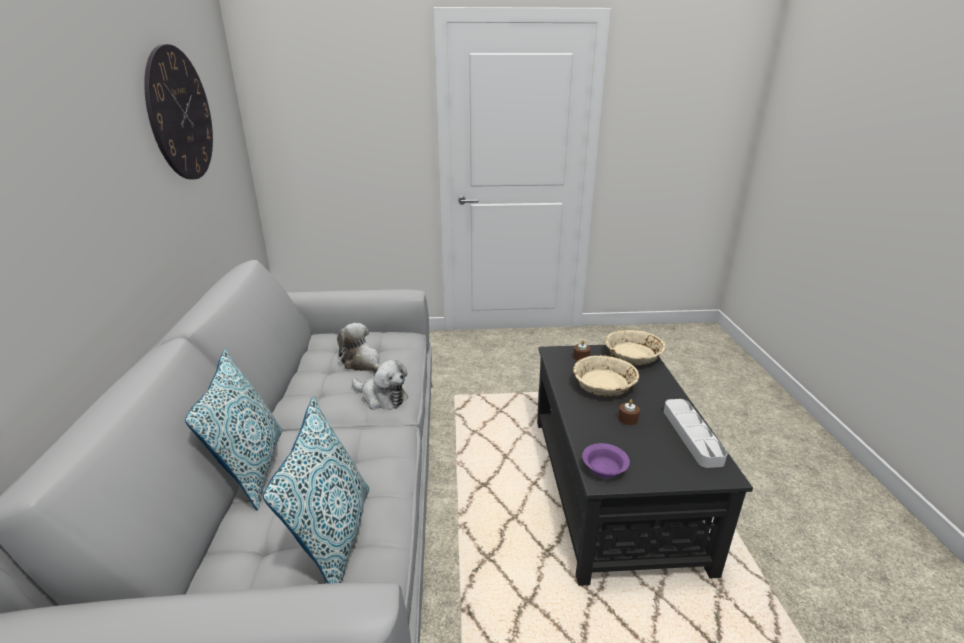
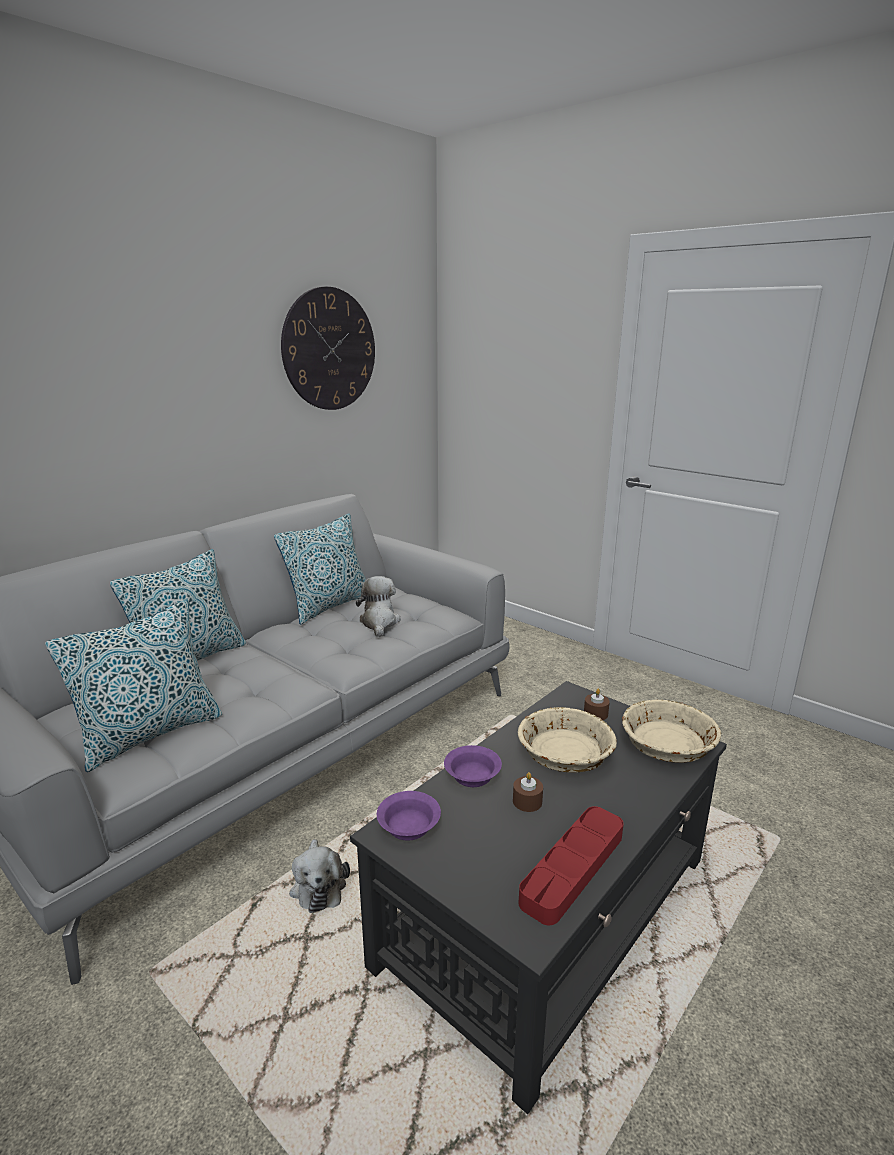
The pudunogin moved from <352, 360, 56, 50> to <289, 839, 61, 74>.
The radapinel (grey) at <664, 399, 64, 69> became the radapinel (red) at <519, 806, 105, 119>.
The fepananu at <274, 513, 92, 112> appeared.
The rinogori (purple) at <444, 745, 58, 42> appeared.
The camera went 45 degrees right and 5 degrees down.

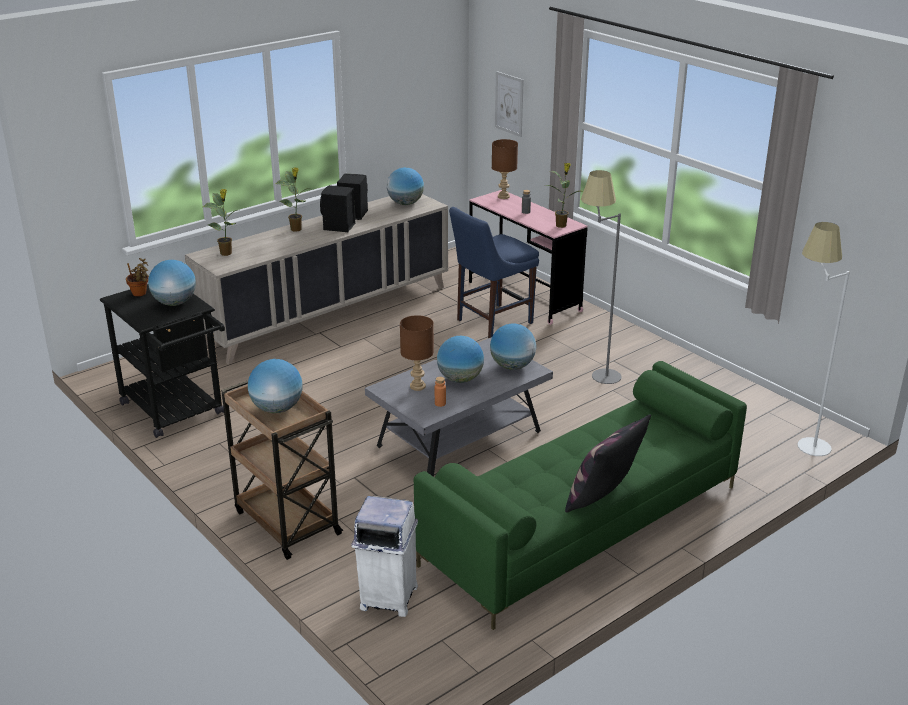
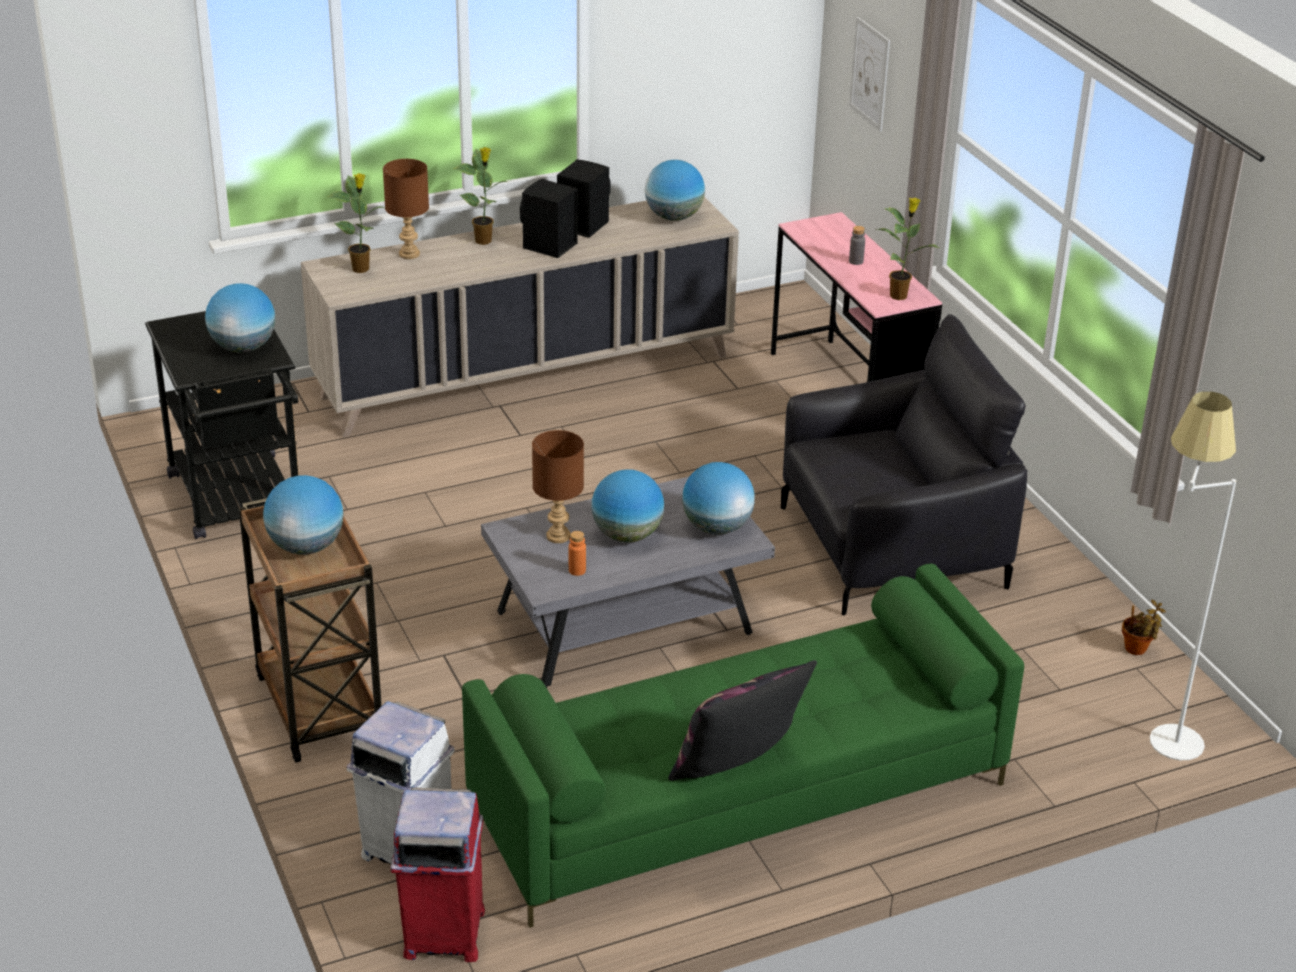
The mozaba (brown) moved from <492, 139, 26, 60> to <383, 159, 46, 100>.
The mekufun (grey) at <581, 170, 41, 214> was replaced by the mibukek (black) at <781, 314, 246, 302>.
The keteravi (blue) at <449, 207, 90, 131> disappeared.
The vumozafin moved from <126, 258, 23, 38> to <1122, 600, 44, 55>.
The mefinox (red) at <391, 787, 94, 175> appeared.
The camera went 15 degrees right and 5 degrees up.

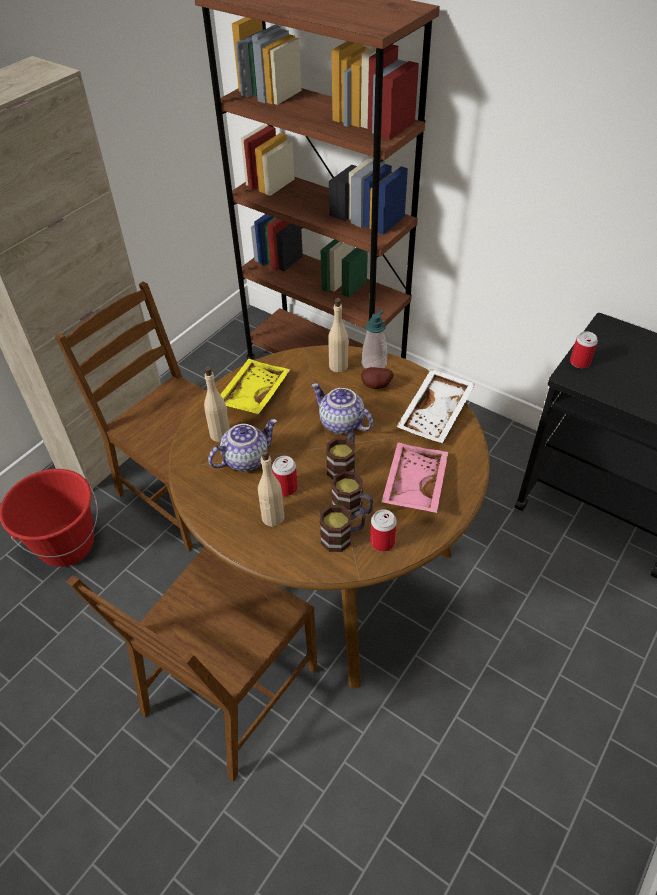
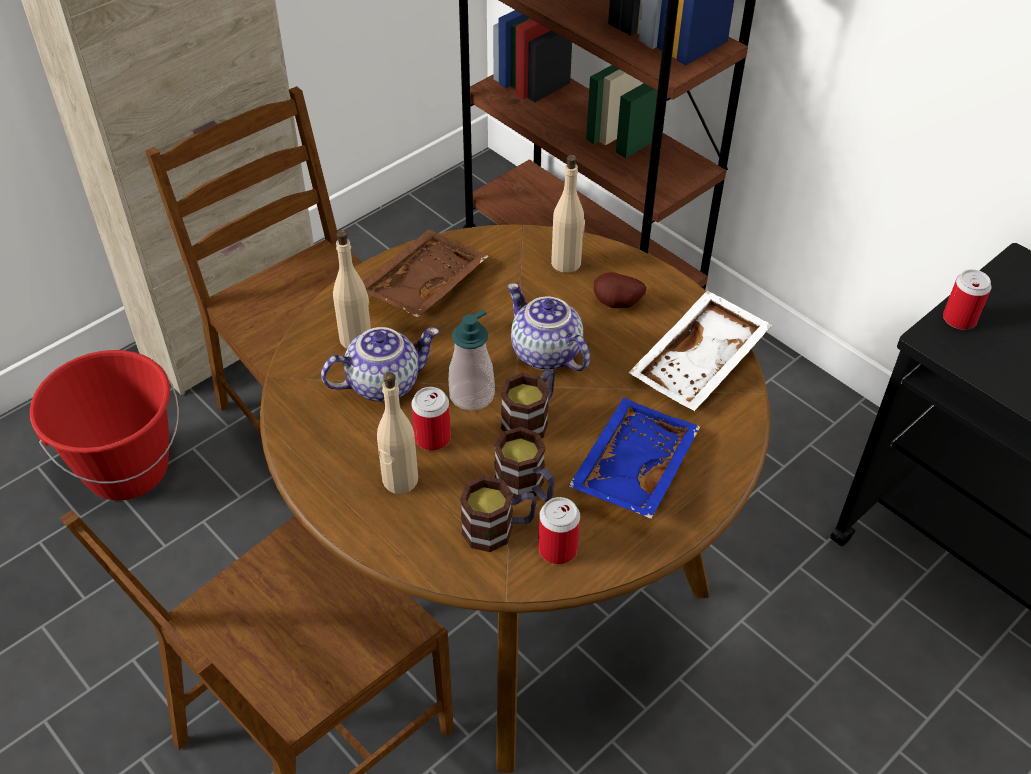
The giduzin moved from <362, 310, 25, 59> to <449, 310, 46, 101>.
The radapinel (yellow) at <220, 359, 70, 55> became the radapinel (brown) at <363, 229, 126, 88>.
The radapinel (pink) at <381, 442, 67, 71> became the radapinel (blue) at <568, 397, 132, 122>.
The camera went 10 degrees right and 0 degrees up.

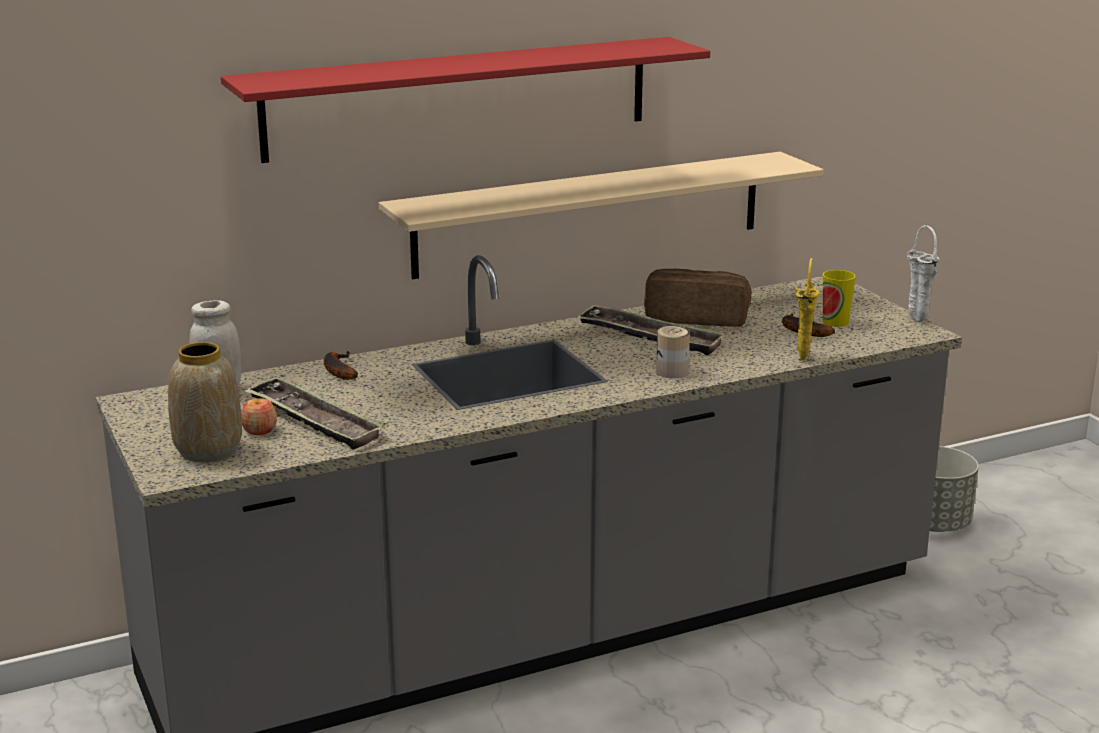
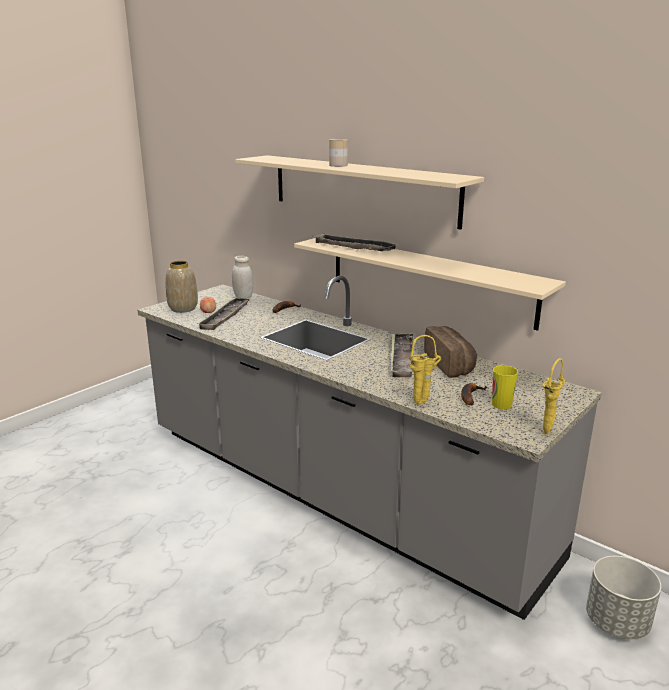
The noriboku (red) at <221, 37, 489, 126> became the noriboku (beige) at <235, 155, 249, 74>.
The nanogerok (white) at <907, 225, 33, 98> became the nanogerok (yellow) at <542, 358, 23, 76>.
The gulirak moved from <656, 326, 34, 52> to <329, 139, 19, 28>.
The radapinel at <312, 234, 86, 17> appeared.
The camera went 65 degrees right and 0 degrees up.

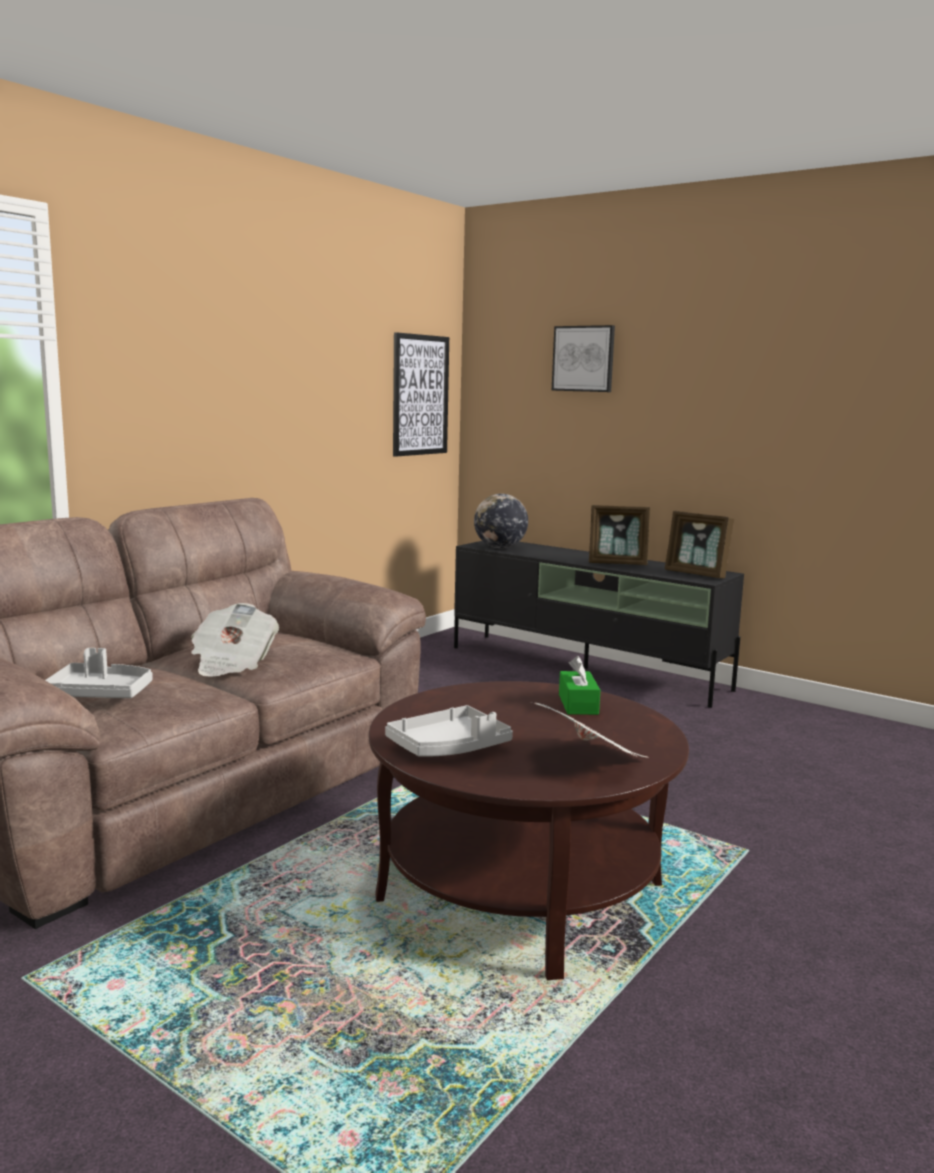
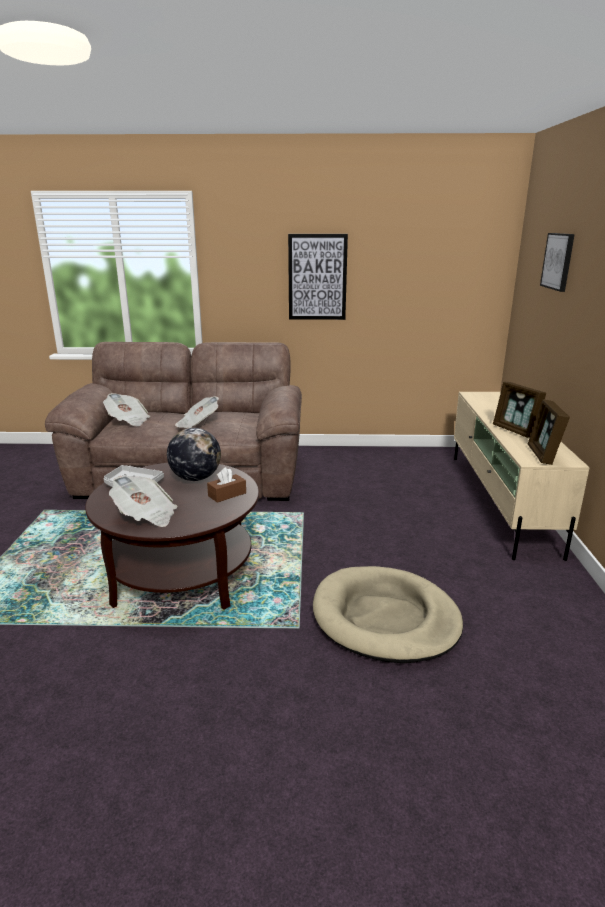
The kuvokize moved from <393, 332, 56, 125> to <288, 234, 60, 86>.
The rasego moved from <474, 494, 54, 54> to <167, 428, 54, 53>.
The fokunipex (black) at <454, 541, 290, 167> became the fokunipex (beige) at <454, 392, 136, 169>.
The radapinel (grey) at <45, 648, 107, 50> was replaced by the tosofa at <103, 393, 47, 34>.
The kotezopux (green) at <559, 656, 41, 59> became the kotezopux (brown) at <207, 467, 39, 36>.
The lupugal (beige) at <313, 566, 150, 97> appeared.
The camera went 55 degrees right and 10 degrees up.

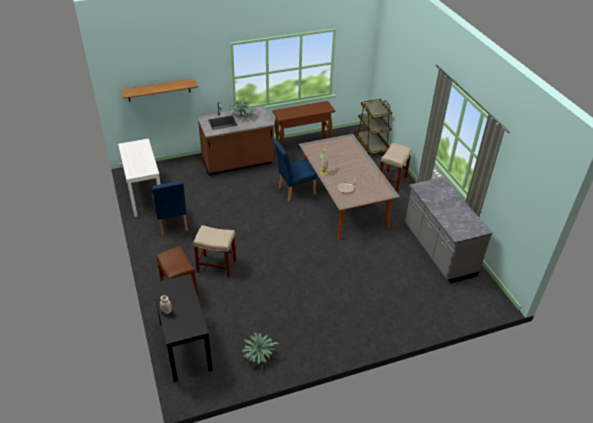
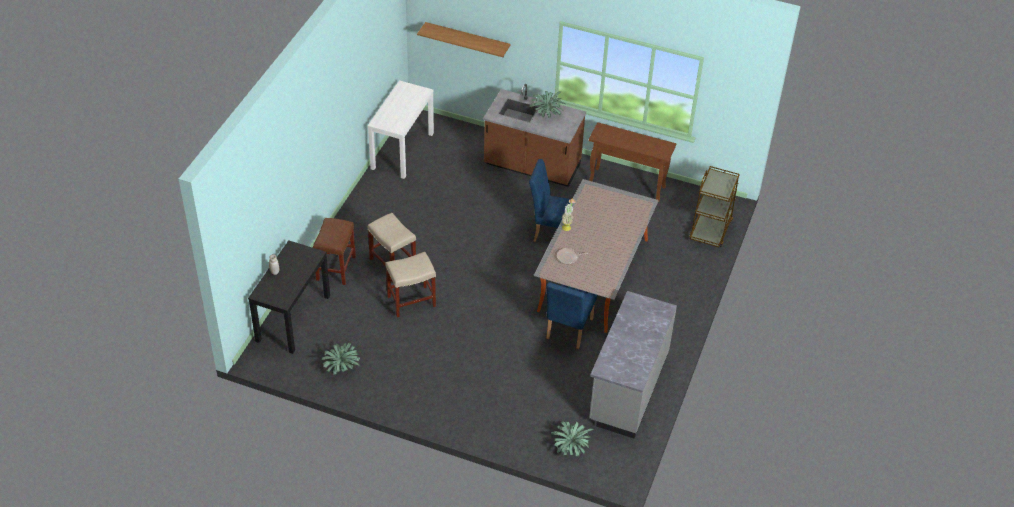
The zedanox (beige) moved from <380, 143, 32, 49> to <385, 252, 51, 65>.
The keteravi (blue) moved from <152, 181, 36, 55> to <546, 282, 51, 67>.
The vumozafin at <551, 421, 43, 36> appeared.
The camera went 40 degrees right and 5 degrees up.

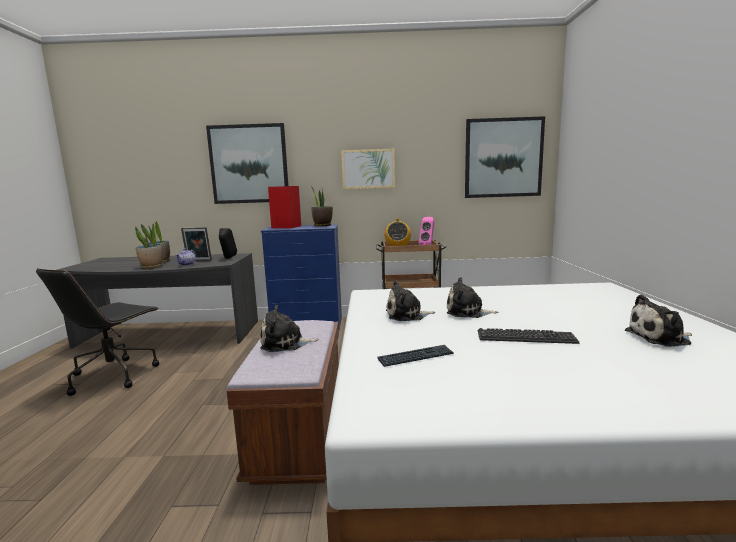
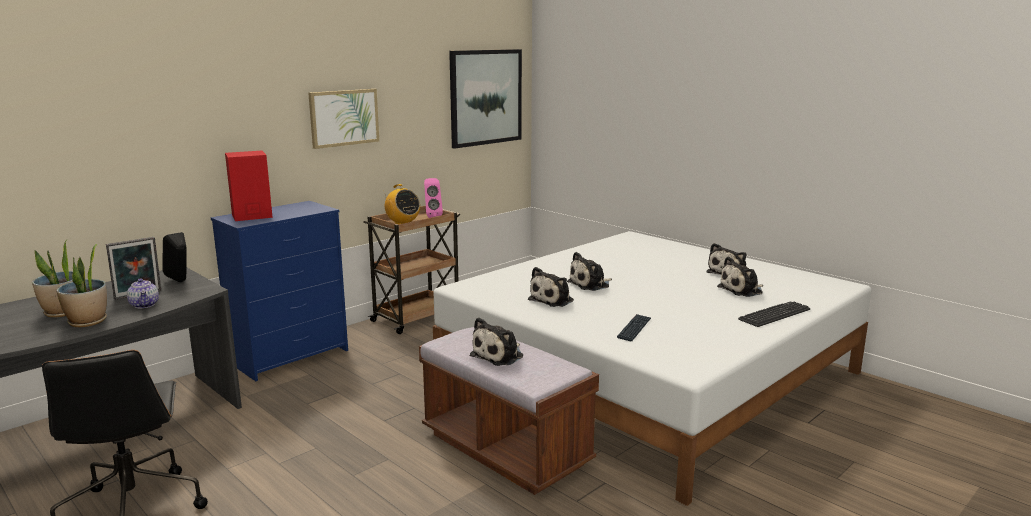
The kuvokize at <206, 123, 82, 81> disappeared.
The vumozafin at <311, 186, 22, 40> disappeared.
The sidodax moved from <478, 328, 101, 16> to <738, 302, 72, 25>.
The pudunogin at <717, 256, 46, 41> appeared.
The camera went 45 degrees left and 5 degrees up.

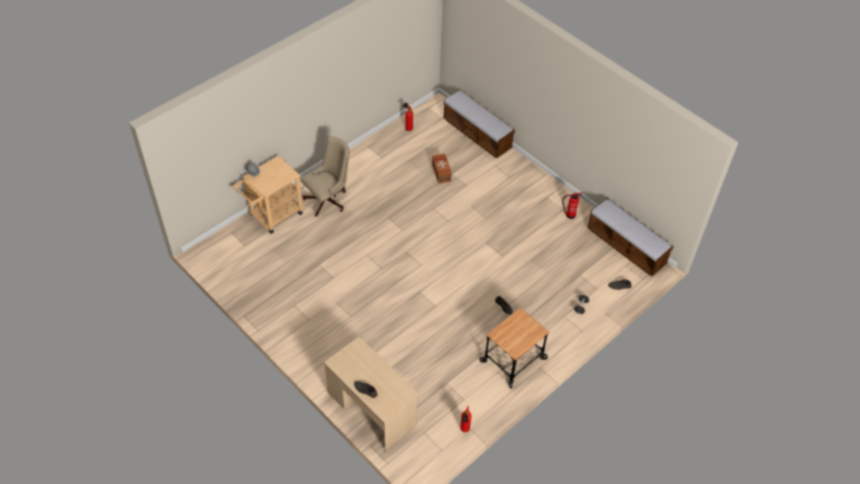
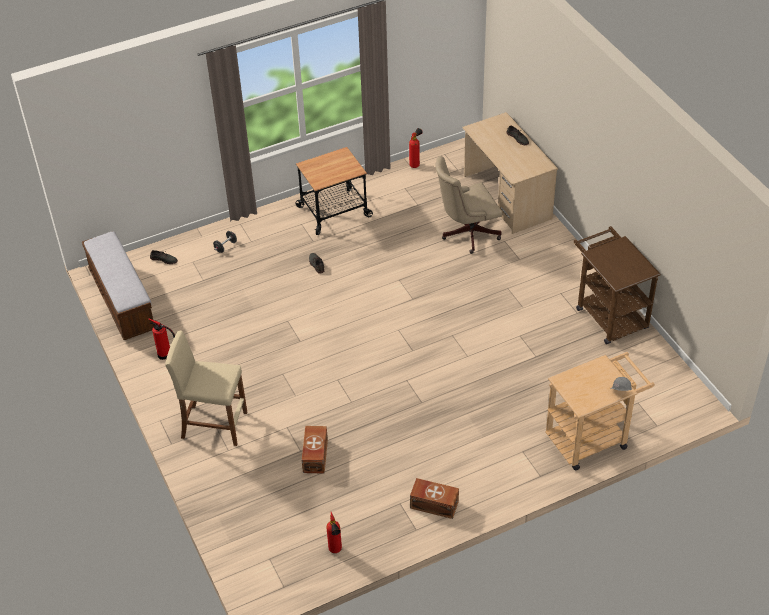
The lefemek at <443, 90, 72, 68> disappeared.
The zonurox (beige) moved from <301, 136, 49, 81> to <435, 156, 67, 98>.
The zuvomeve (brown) at <574, 226, 87, 118> appeared.
The zedanox (beige) at <165, 331, 82, 115> appeared.
The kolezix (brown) at <410, 478, 49, 41> appeared.
The camera went 160 degrees left and 5 degrees down.

